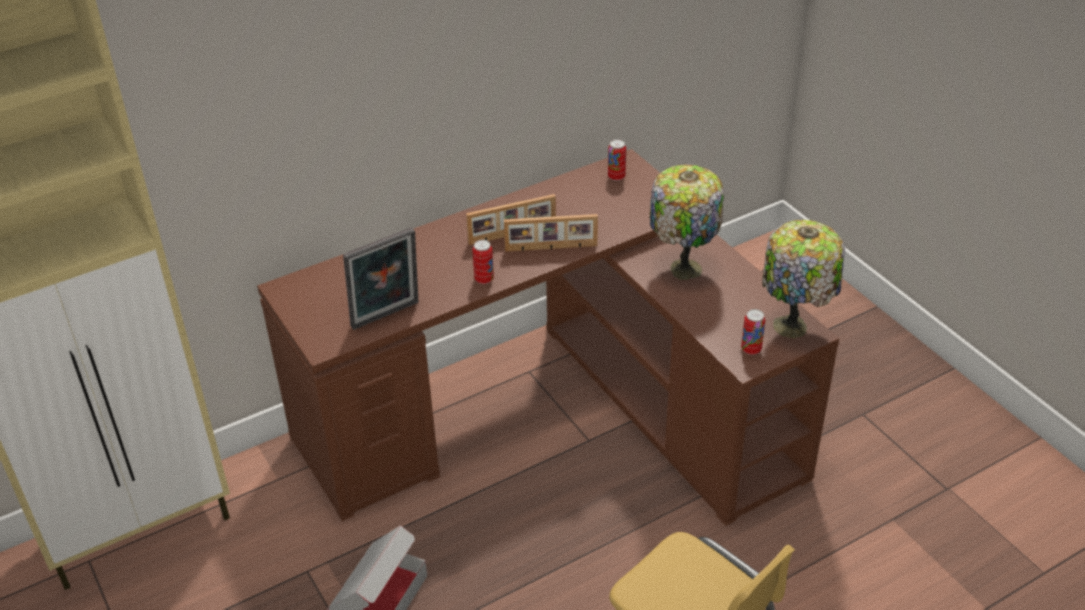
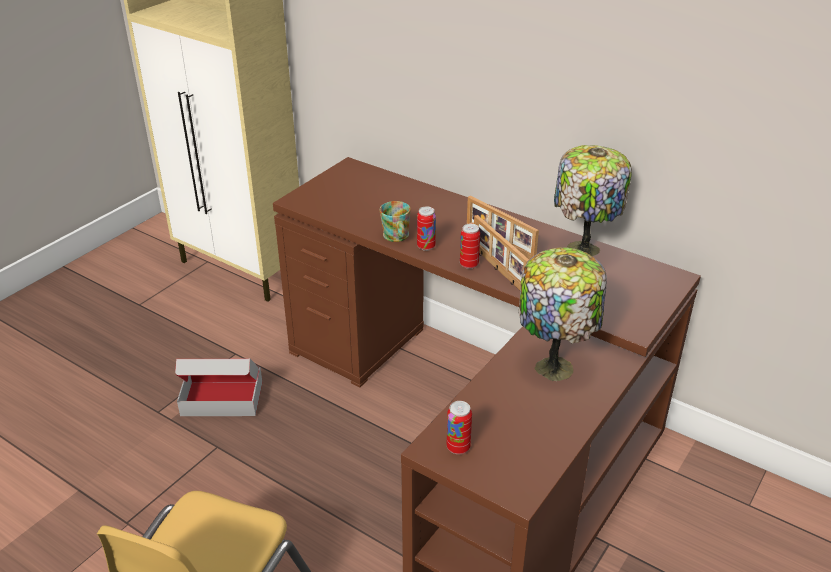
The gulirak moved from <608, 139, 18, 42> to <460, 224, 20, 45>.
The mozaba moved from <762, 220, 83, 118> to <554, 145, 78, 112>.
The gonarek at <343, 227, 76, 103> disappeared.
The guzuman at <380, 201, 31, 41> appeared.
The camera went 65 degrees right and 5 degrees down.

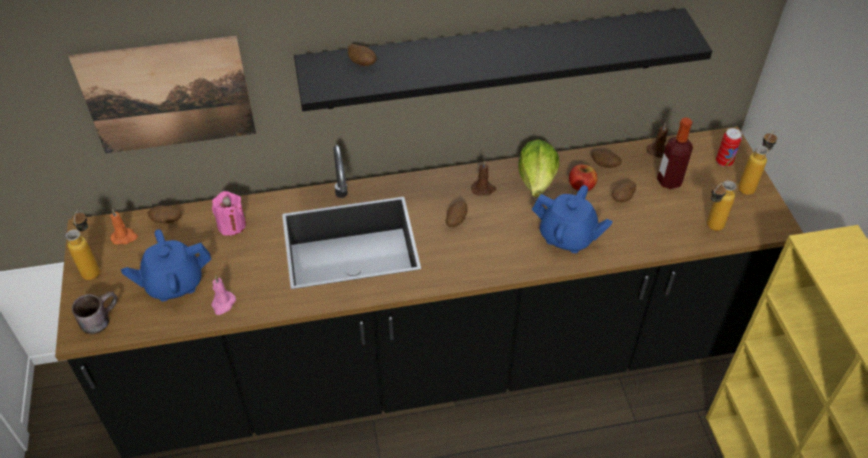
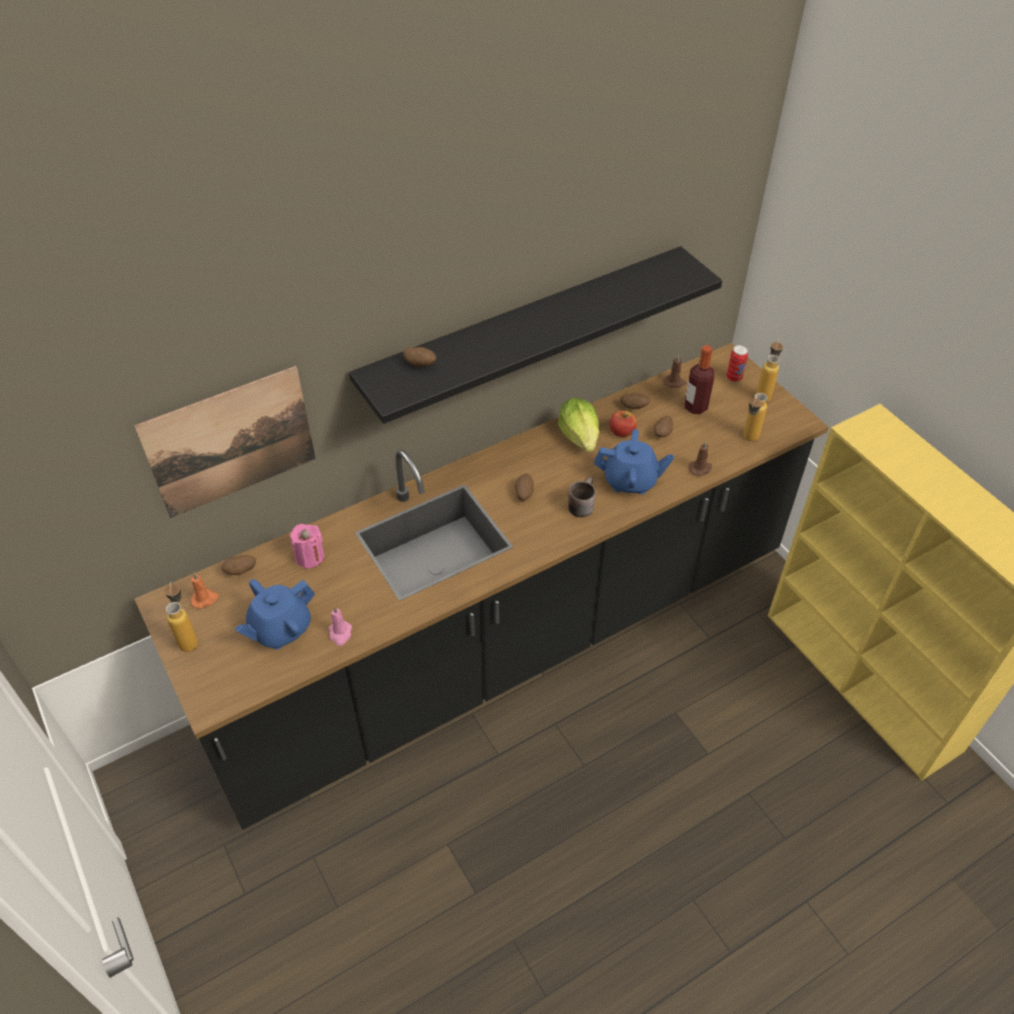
The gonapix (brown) moved from <471, 160, 25, 36> to <688, 441, 24, 35>.
The guzuman (brown) moved from <72, 292, 45, 42> to <568, 477, 28, 40>.
The camera went 20 degrees left and 0 degrees up.

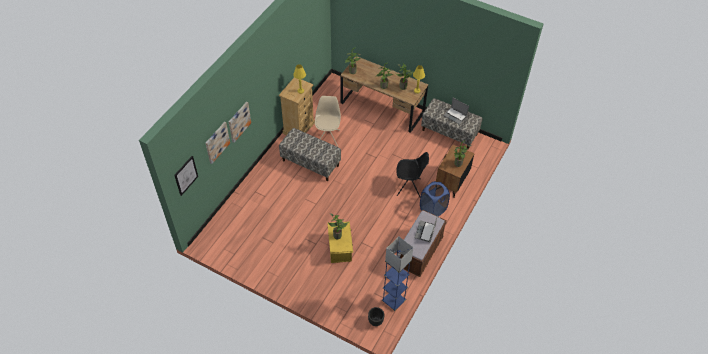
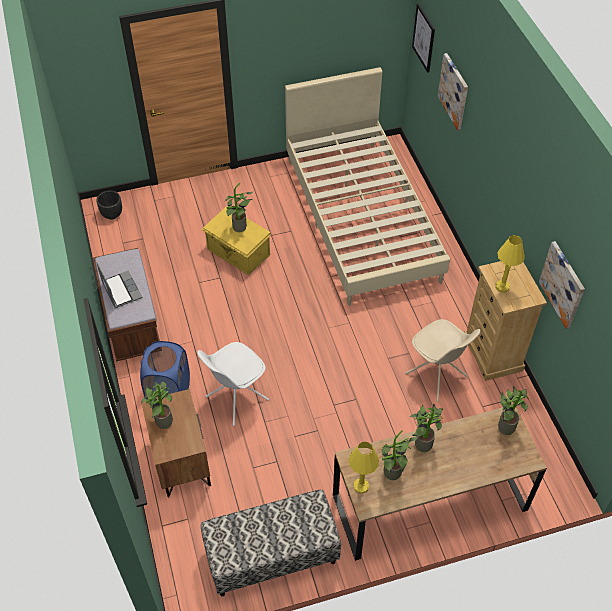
The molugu at <443, 98, 26, 26> disappeared.
The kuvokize moved from <229, 102, 22, 41> to <539, 241, 46, 88>.
The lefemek at <279, 128, 62, 53> disappeared.
The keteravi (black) at <396, 152, 33, 45> became the keteravi (white) at <197, 342, 72, 84>.
The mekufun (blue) at <382, 237, 31, 74> disappeared.
The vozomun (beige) at <285, 67, 165, 239> appeared.
The camera went 135 degrees right and 0 degrees up.

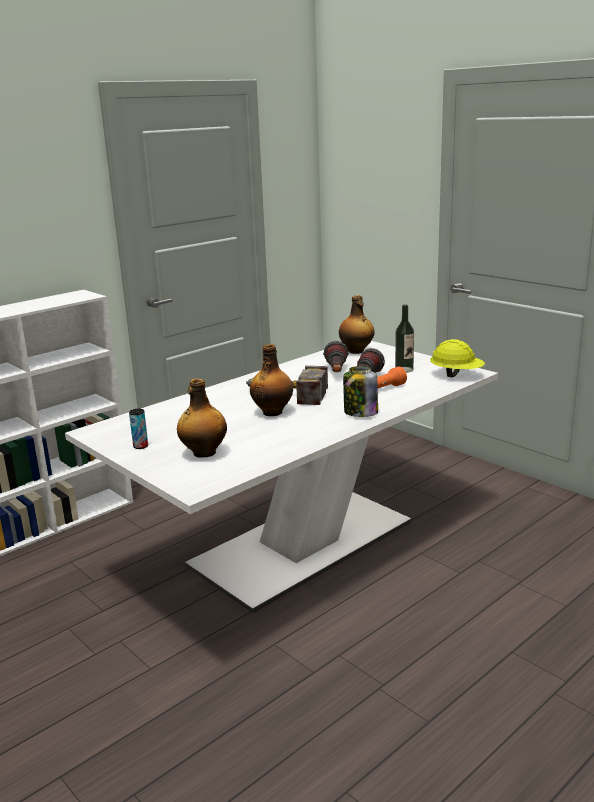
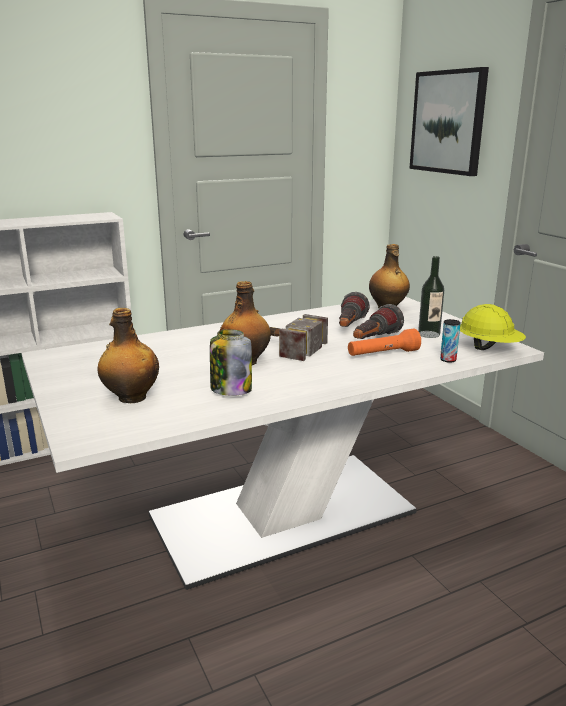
The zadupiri moved from <343, 366, 35, 51> to <210, 329, 42, 67>.
The gulirak moved from <129, 409, 19, 40> to <440, 319, 21, 44>.
The kuvokize at <409, 67, 80, 109> appeared.
The camera went 15 degrees right and 0 degrees up.

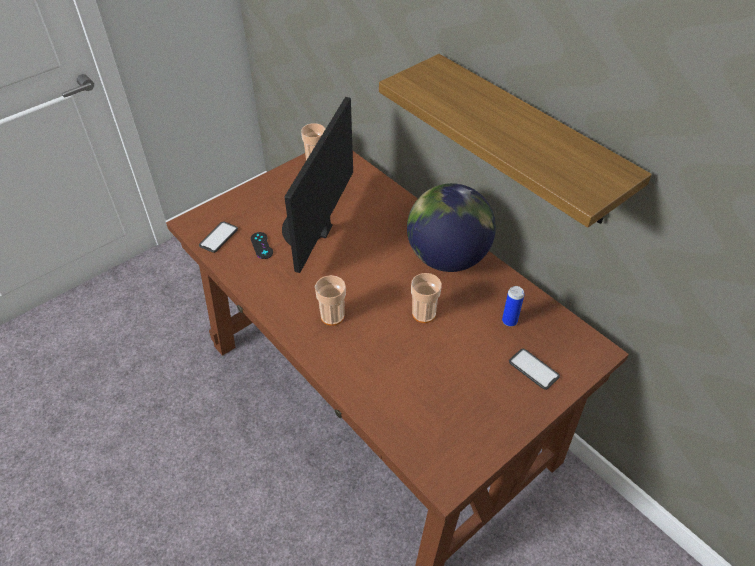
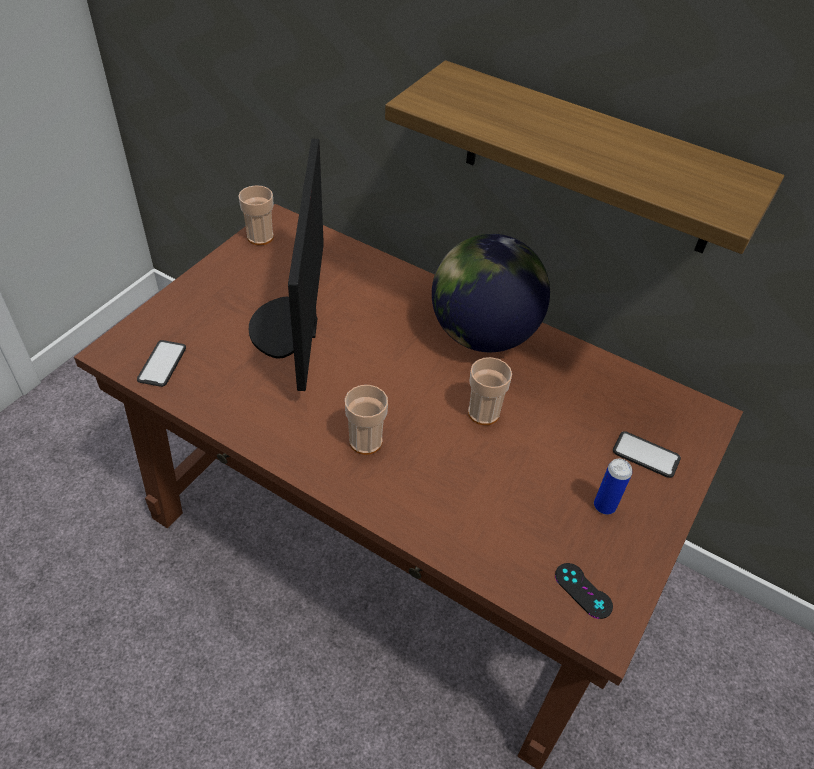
The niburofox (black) moved from <251, 232, 22, 27> to <555, 563, 58, 56>.
The gulirak moved from <502, 286, 22, 41> to <594, 459, 38, 56>.
The camera went 20 degrees left and 0 degrees up.

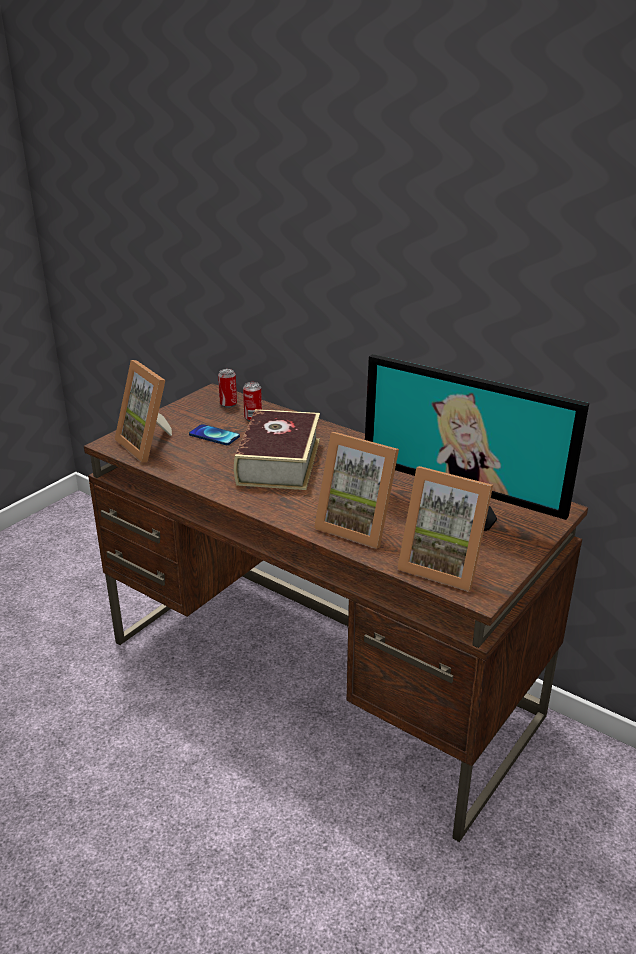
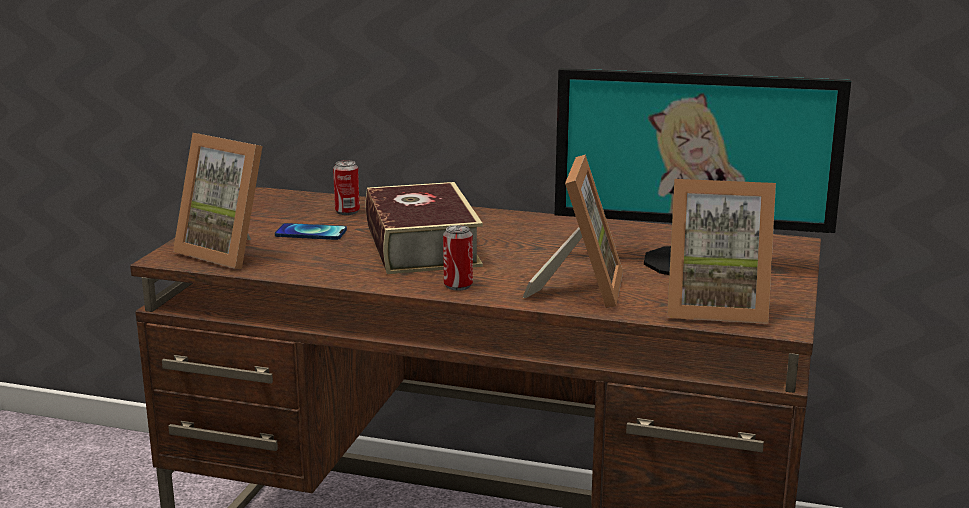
The gulirak moved from <218, 369, 19, 39> to <443, 225, 30, 65>.
The gonarek at <314, 432, 85, 117> turned 90 degrees counterclockwise.
The camera went 20 degrees left and 10 degrees down.

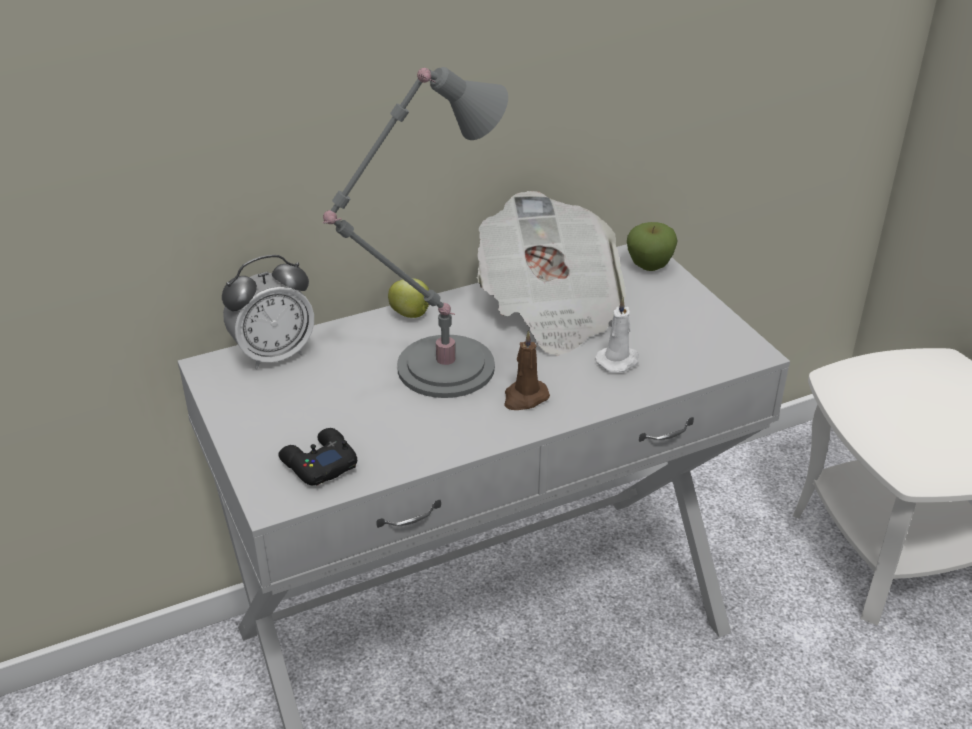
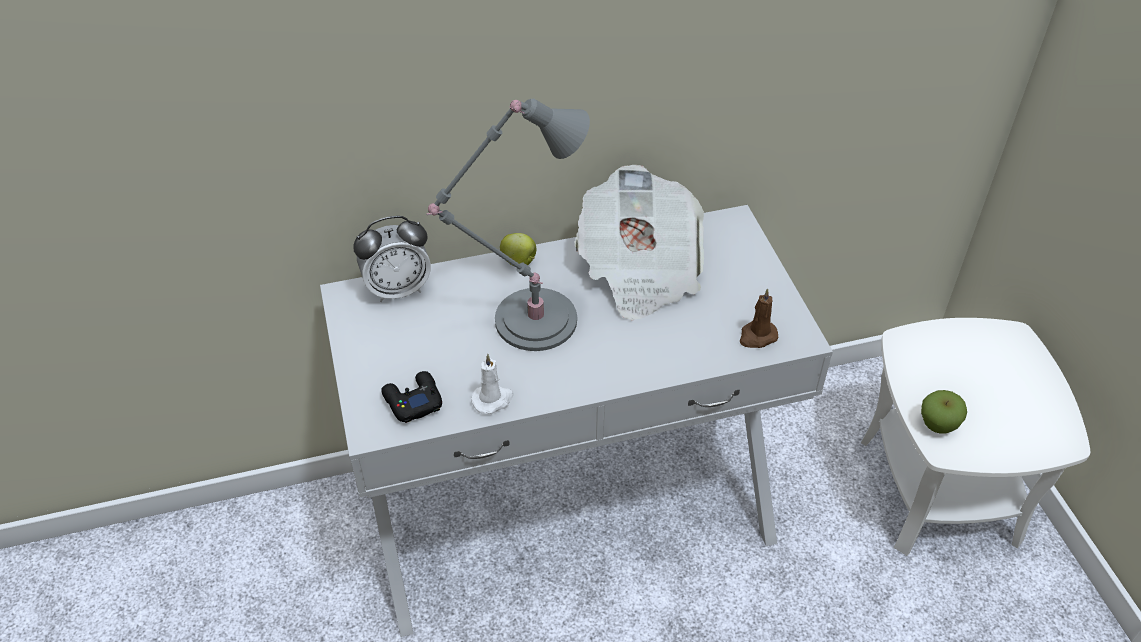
The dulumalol moved from <627, 222, 51, 49> to <921, 390, 46, 44>.
The gonapix (white) moved from <595, 297, 44, 76> to <471, 354, 43, 60>.
The gonapix (brown) moved from <504, 331, 46, 79> to <739, 288, 39, 60>.
The camera went 10 degrees right and 10 degrees up.

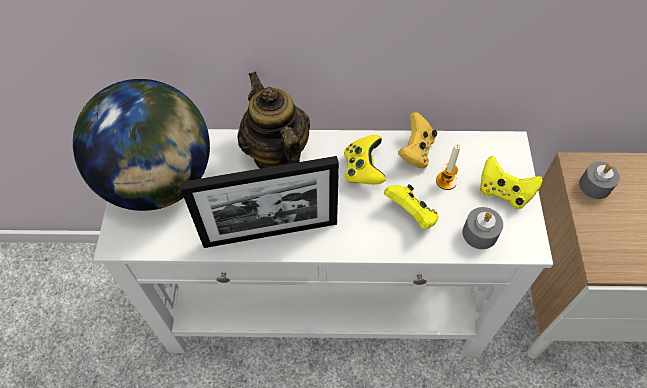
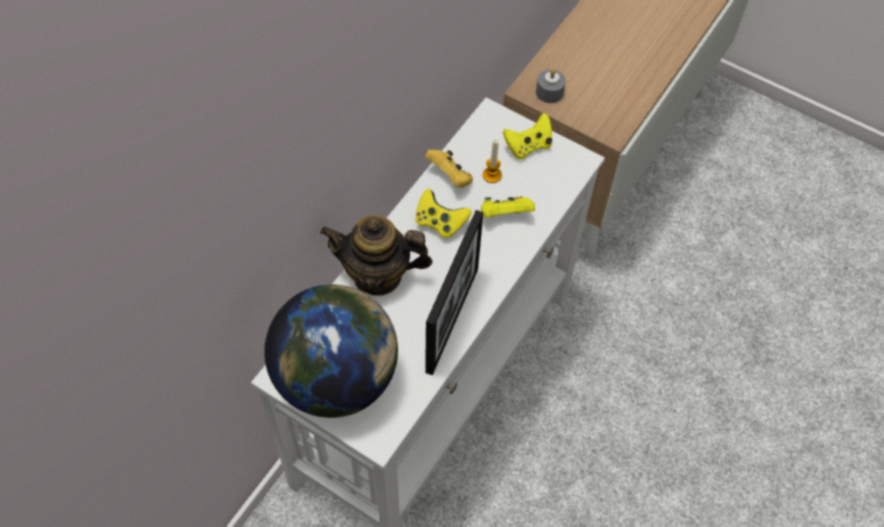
The gonapix (grey) at <463, 207, 40, 42> disappeared.
The camera went 60 degrees left and 0 degrees up.

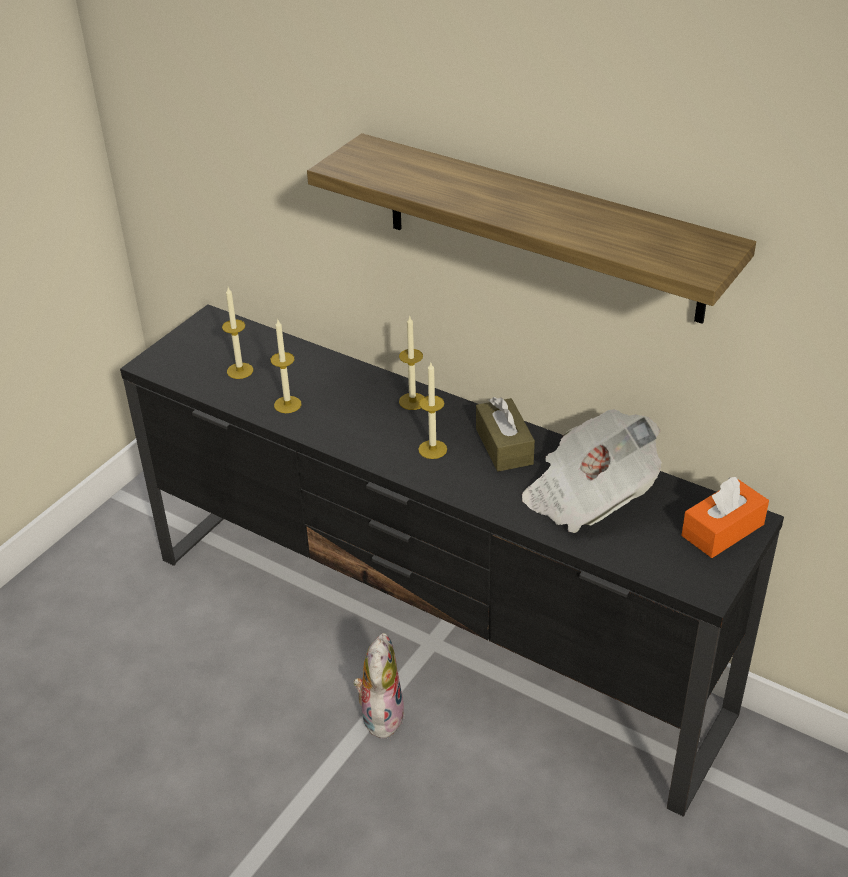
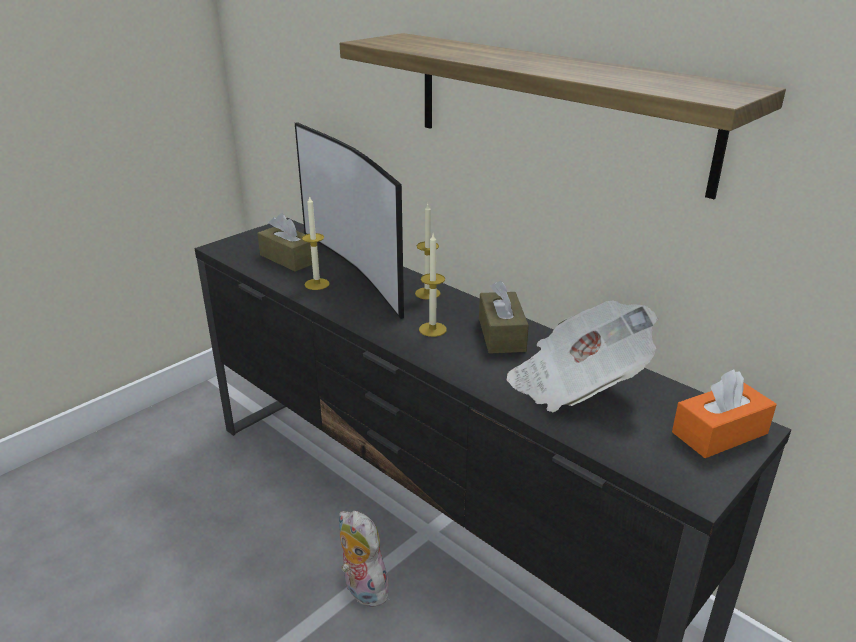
The gonapix at <222, 287, 31, 92> was replaced by the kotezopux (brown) at <257, 213, 62, 59>.
The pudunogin at <354, 633, 50, 106> turned 60 degrees counterclockwise.
The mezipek at <295, 122, 109, 197> appeared.
The camera went 10 degrees right and 10 degrees down.

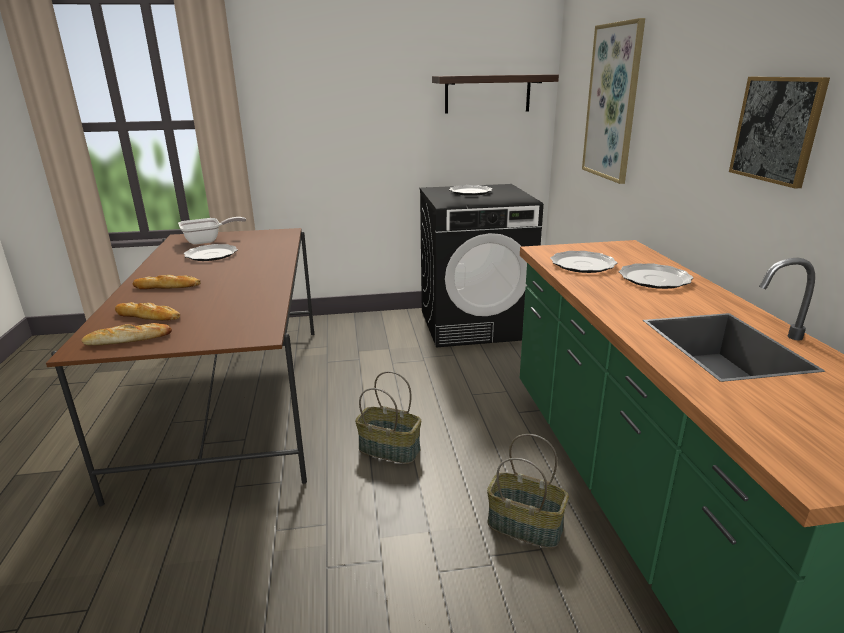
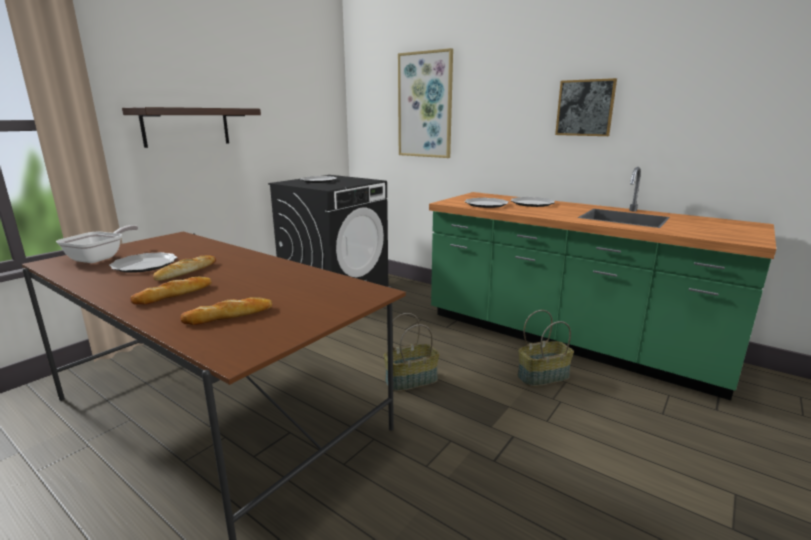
The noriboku moved from <432, 74, 127, 39> to <122, 107, 139, 41>.
The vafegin moved from <81, 323, 91, 23> to <153, 256, 63, 25>.
The camera went 45 degrees left and 5 degrees down.

